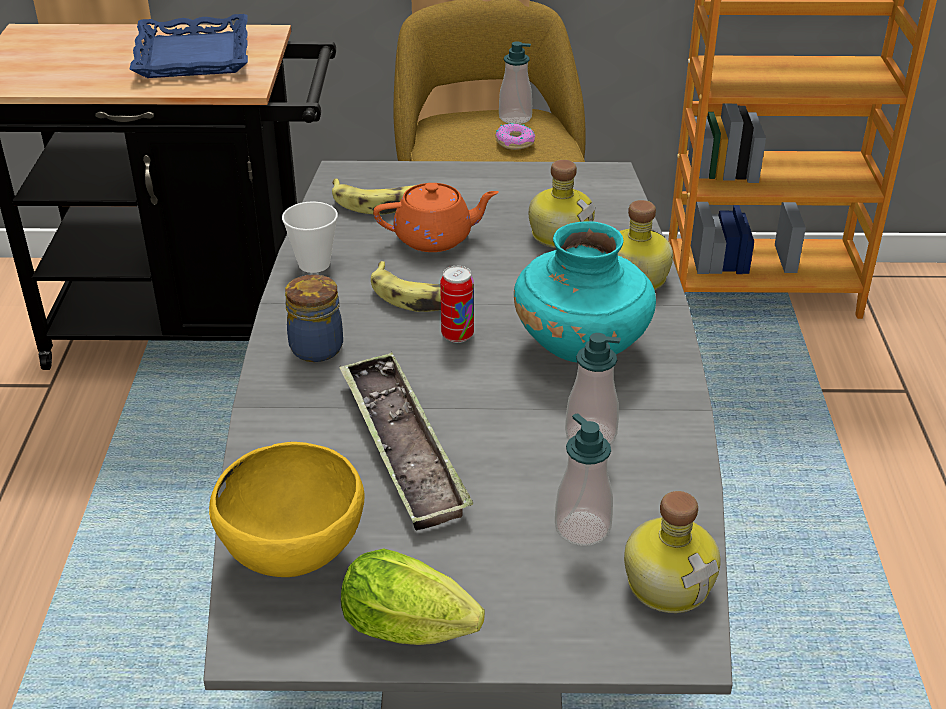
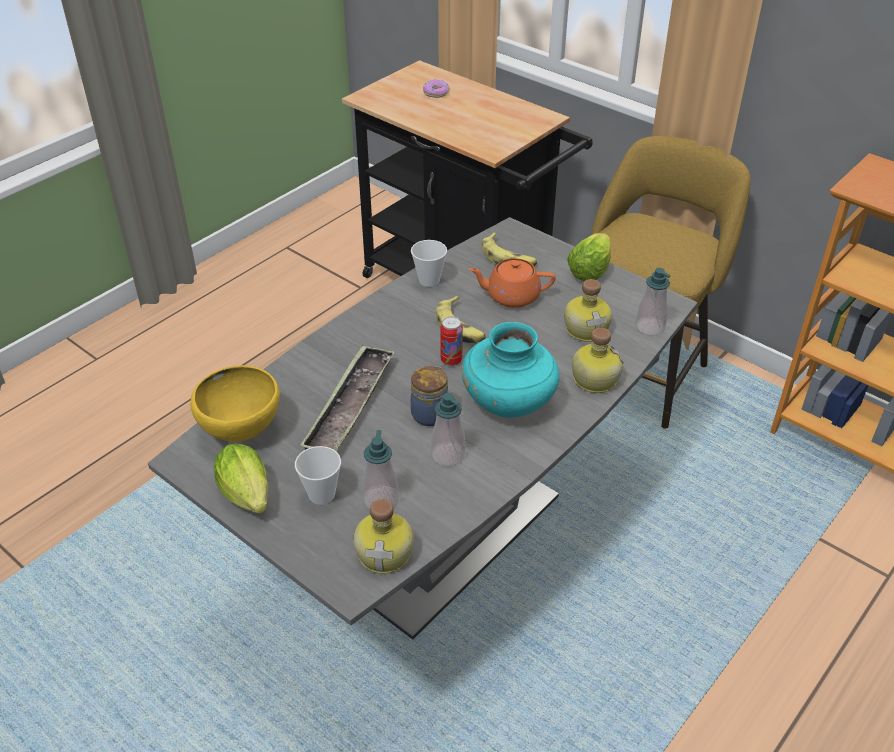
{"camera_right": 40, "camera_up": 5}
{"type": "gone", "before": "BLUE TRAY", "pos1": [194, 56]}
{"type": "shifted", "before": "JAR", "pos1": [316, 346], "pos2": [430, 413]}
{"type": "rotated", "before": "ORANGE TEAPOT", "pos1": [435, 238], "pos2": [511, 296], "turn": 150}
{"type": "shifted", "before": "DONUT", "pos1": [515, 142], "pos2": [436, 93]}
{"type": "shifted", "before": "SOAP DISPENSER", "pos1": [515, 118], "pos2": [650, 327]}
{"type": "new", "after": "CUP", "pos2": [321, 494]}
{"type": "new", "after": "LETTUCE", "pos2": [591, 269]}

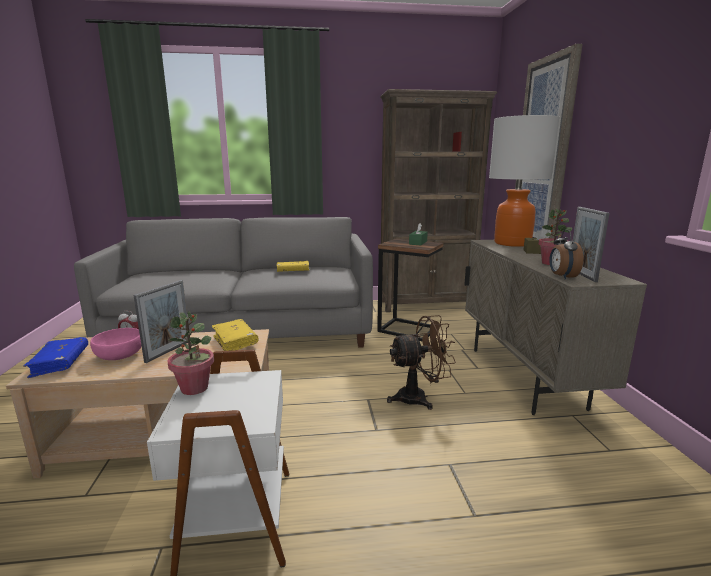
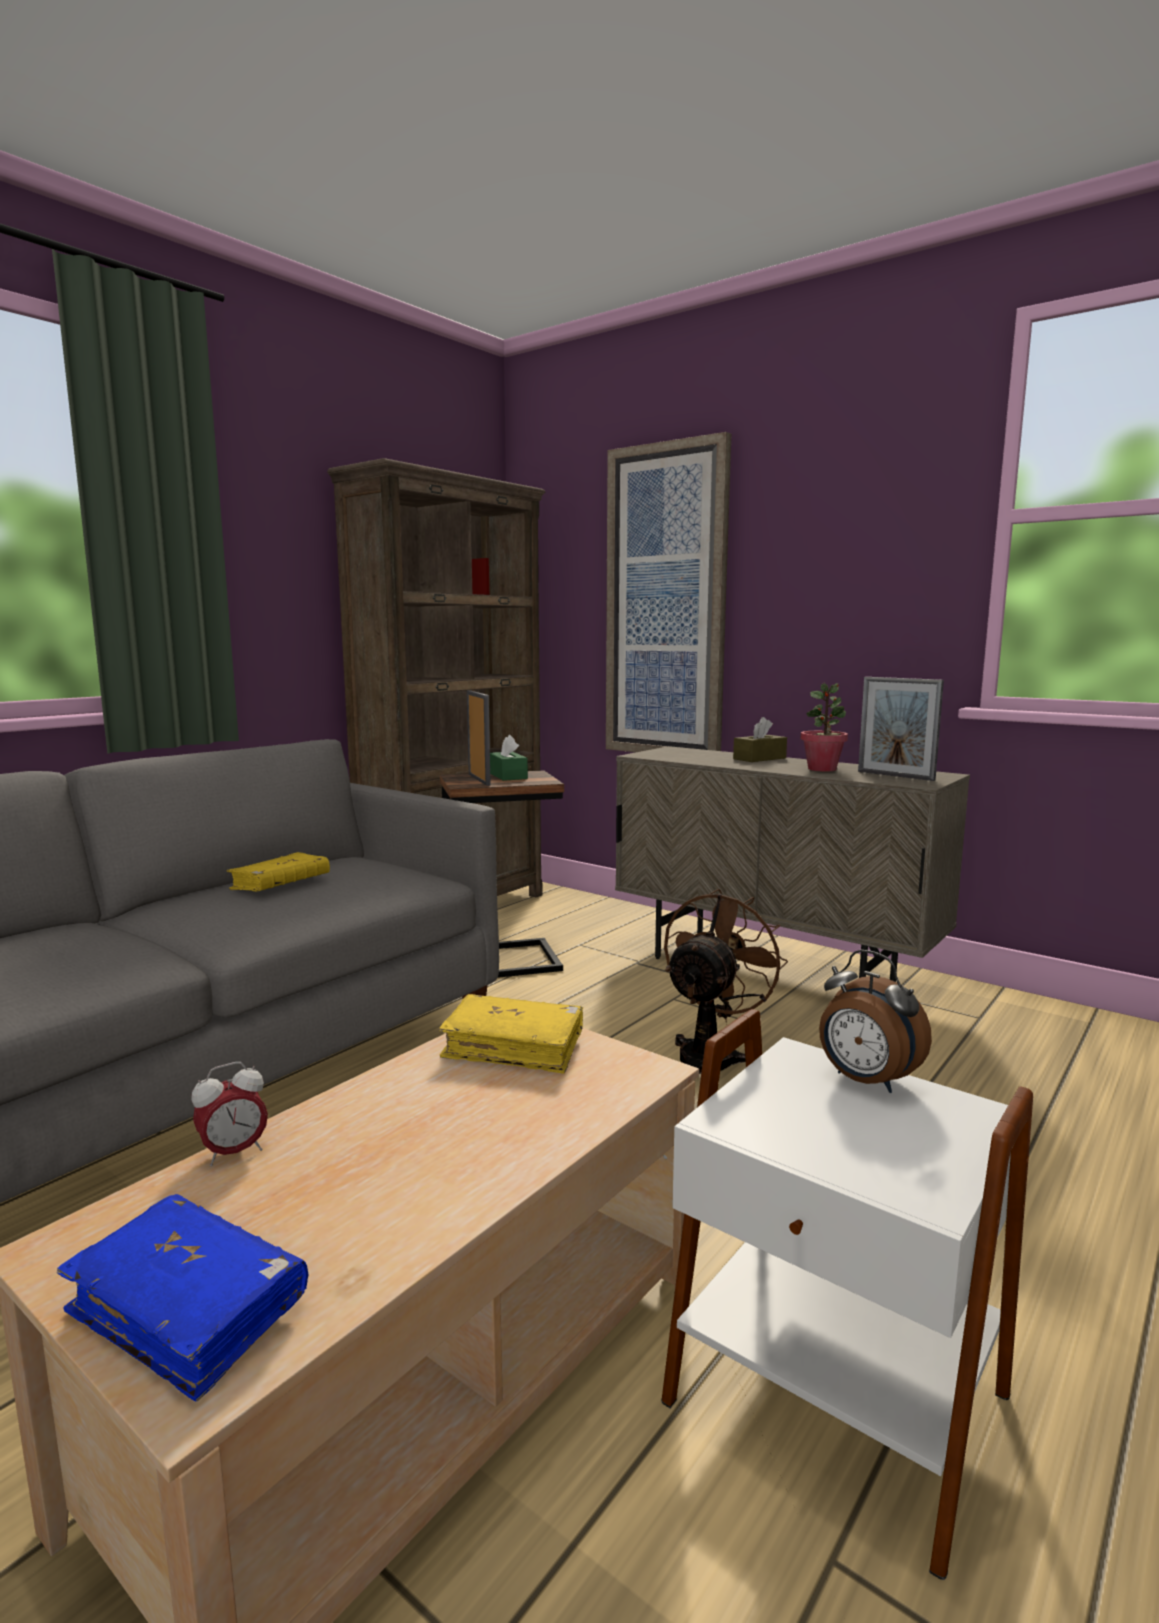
{"camera_right": -45, "camera_up": -5}
{"type": "gone", "before": "PINK BOWL", "pos1": [119, 355]}
{"type": "shifted", "before": "PICTURE FRAME", "pos1": [168, 351], "pos2": [479, 779]}
{"type": "gone", "before": "POTTED PLANT", "pos1": [195, 388]}
{"type": "gone", "before": "TABLE LAMP", "pos1": [512, 243]}
{"type": "shifted", "before": "ALARM CLOCK", "pos1": [561, 277], "pos2": [865, 1081]}

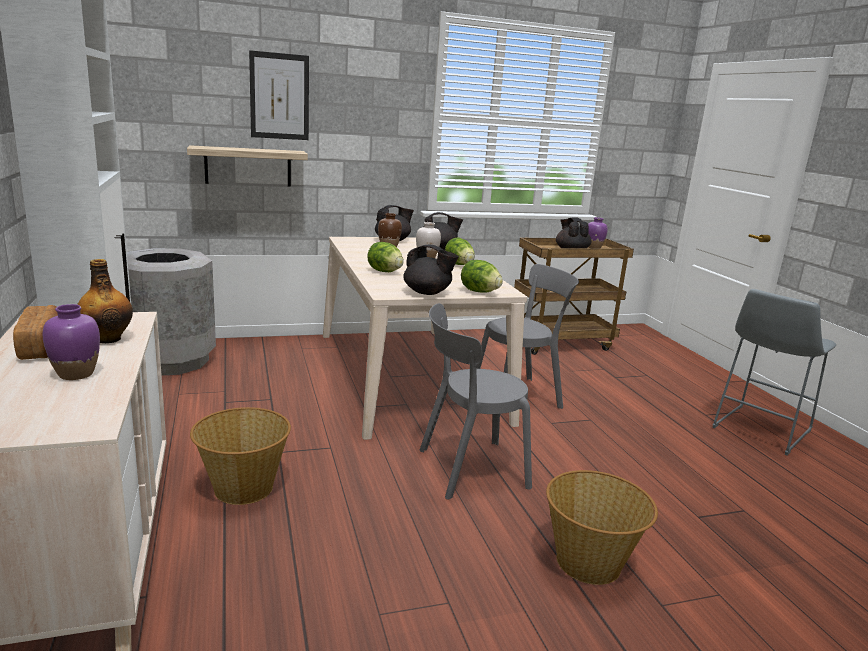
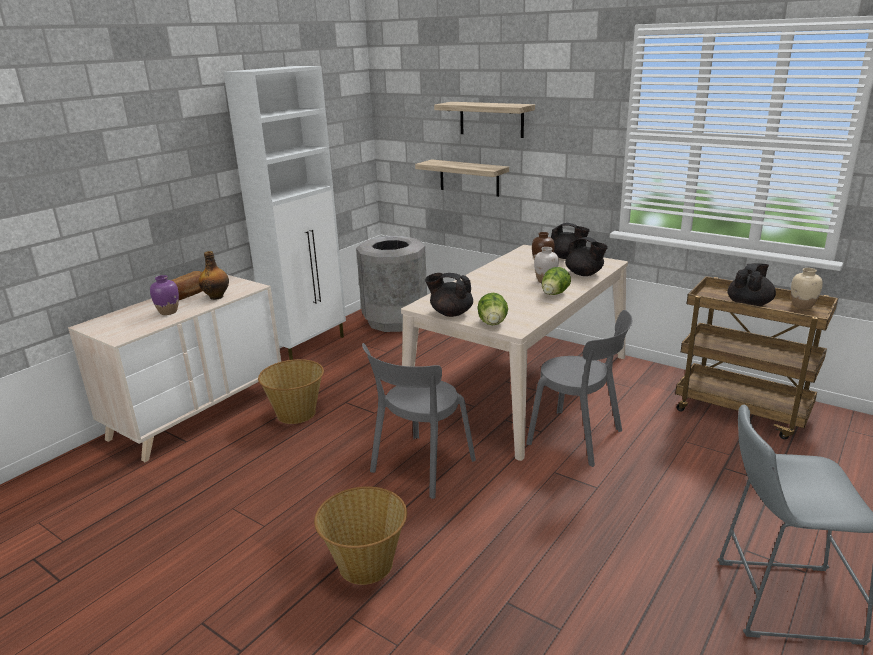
{"camera_right": 55, "camera_up": 5}
{"type": "swapped", "before": "PICTURE", "after": "SHELF", "pos1": [279, 96], "pos2": [491, 119]}
{"type": "gone", "before": "LETTUCE", "pos1": [385, 272]}
{"type": "rotated", "before": "BLACK TEAPOT", "pos1": [427, 293], "pos2": [451, 313], "turn": 120}
{"type": "rotated", "before": "GREY CHAIR", "pos1": [467, 469], "pos2": [420, 468], "turn": -90}
{"type": "repainted", "before": "PURPLE VASE", "after": "BEIGE VASE", "pos1": [594, 247], "pos2": [802, 306]}

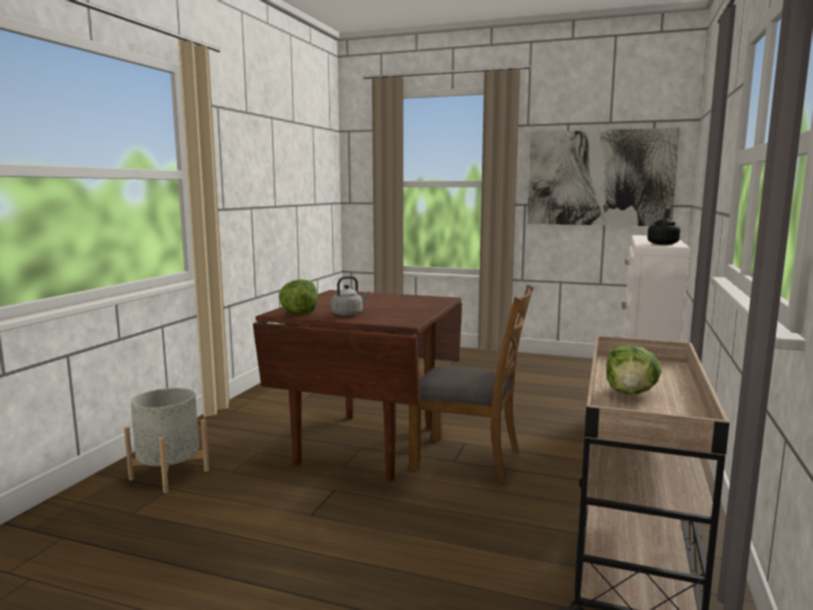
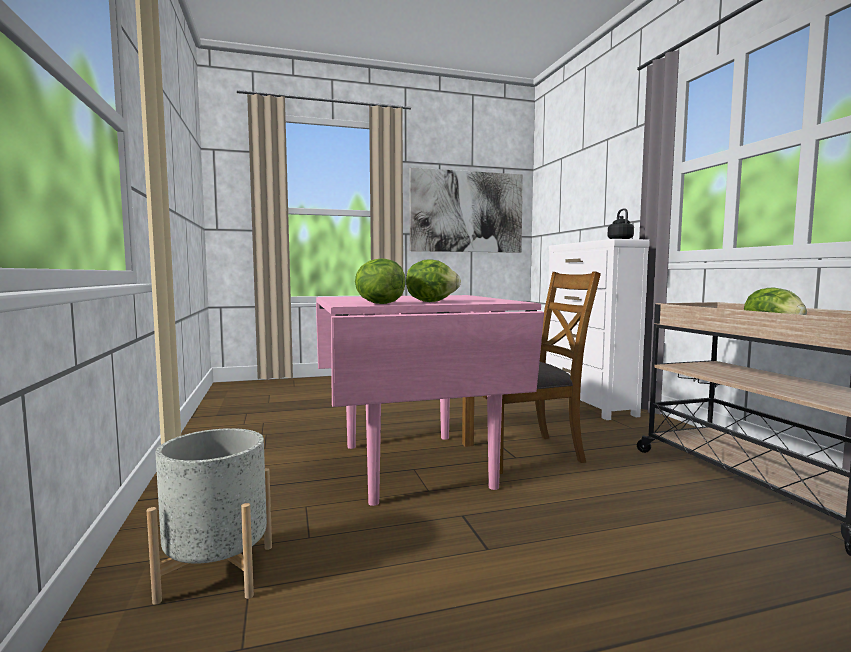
{"camera_right": -35, "camera_up": -5}
{"type": "repainted", "before": "BROWN DINING TABLE", "after": "PINK DINING TABLE", "pos1": [369, 445], "pos2": [416, 465]}
{"type": "swapped", "before": "GREY KETTLE", "after": "LETTUCE", "pos1": [349, 314], "pos2": [431, 302]}

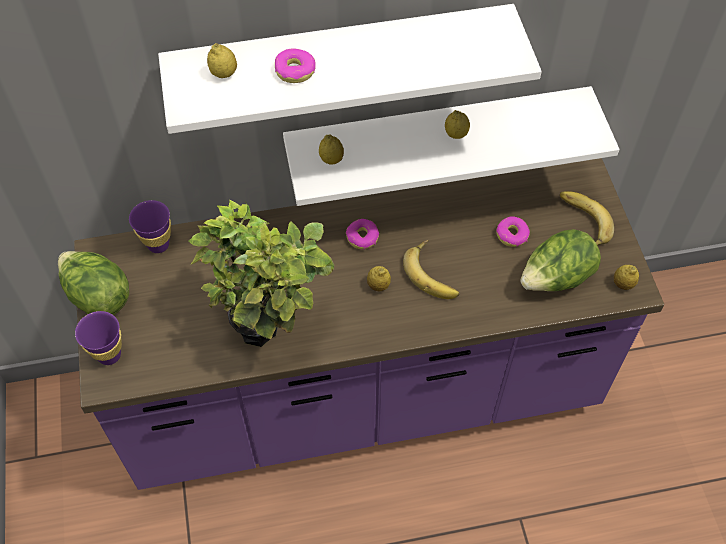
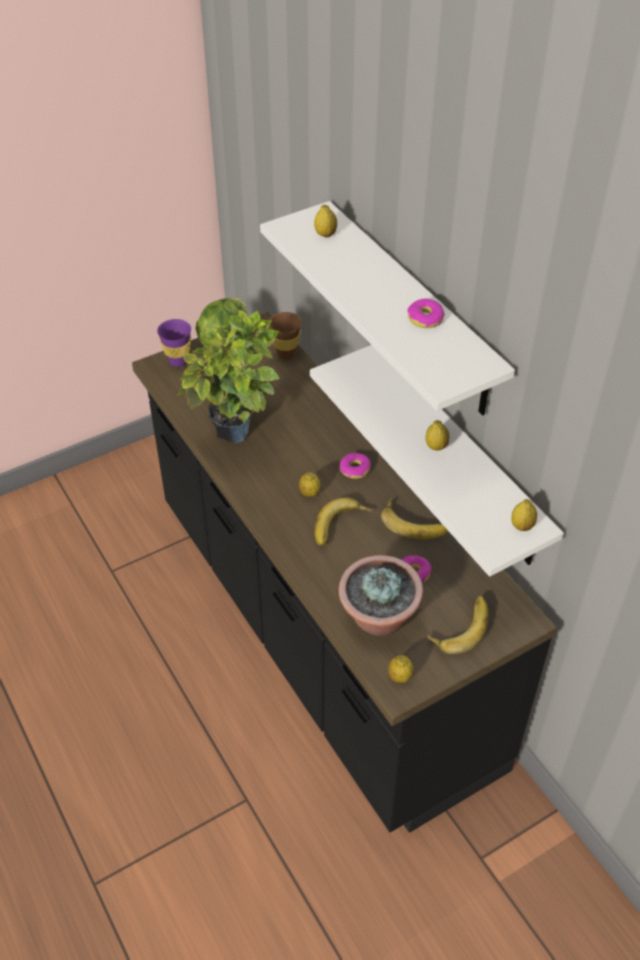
{"camera_right": 70, "camera_up": -10}
{"type": "repainted", "before": "PURPLE COUNTER", "after": "BLACK COUNTER", "pos1": [363, 396], "pos2": [320, 633]}
{"type": "repainted", "before": "PURPLE CUP", "after": "BROWN CUP", "pos1": [158, 244], "pos2": [286, 354]}
{"type": "shifted", "before": "DONUT", "pos1": [295, 71], "pos2": [425, 319]}
{"type": "shifted", "before": "LEMON", "pos1": [331, 159], "pos2": [522, 526]}
{"type": "swapped", "before": "LETTUCE", "after": "POTTED PLANT", "pos1": [555, 279], "pos2": [378, 619]}
{"type": "new", "after": "BANANA", "pos2": [415, 522]}

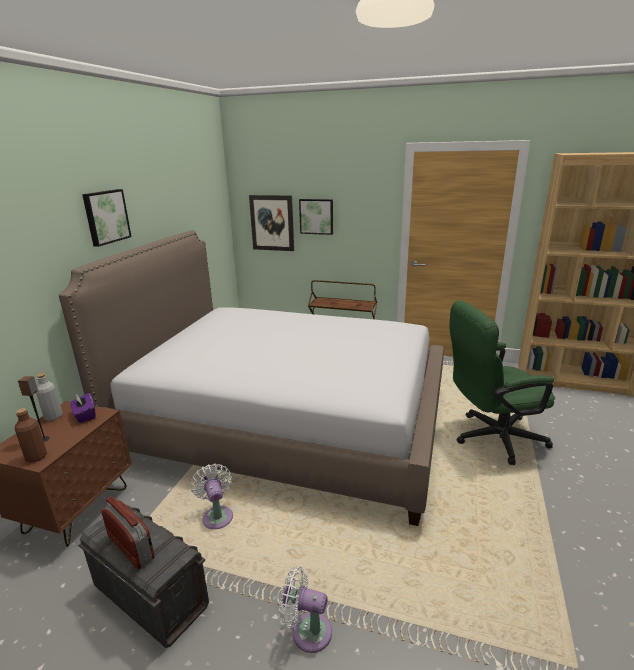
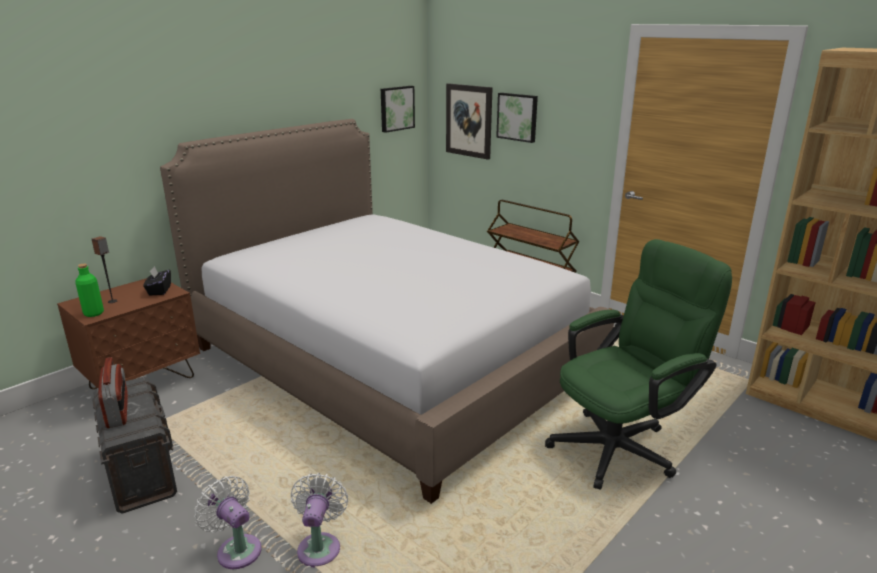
{"camera_right": 25, "camera_up": 0}
{"type": "repainted", "before": "BROWN BOTTLE", "after": "GREEN BOTTLE", "pos1": [36, 457], "pos2": [93, 313]}
{"type": "gone", "before": "GREY BOTTLE", "pos1": [53, 416]}
{"type": "repainted", "before": "PURPLE TISSUE BOX", "after": "BLACK TISSUE BOX", "pos1": [85, 415], "pos2": [159, 290]}
{"type": "shifted", "before": "PICTURE", "pos1": [106, 217], "pos2": [396, 108]}
{"type": "shifted", "before": "WHITE FAN", "pos1": [217, 515], "pos2": [320, 546]}
{"type": "rotated", "before": "GREEN OFFICE CHAIR", "pos1": [491, 438], "pos2": [622, 445], "turn": 135}

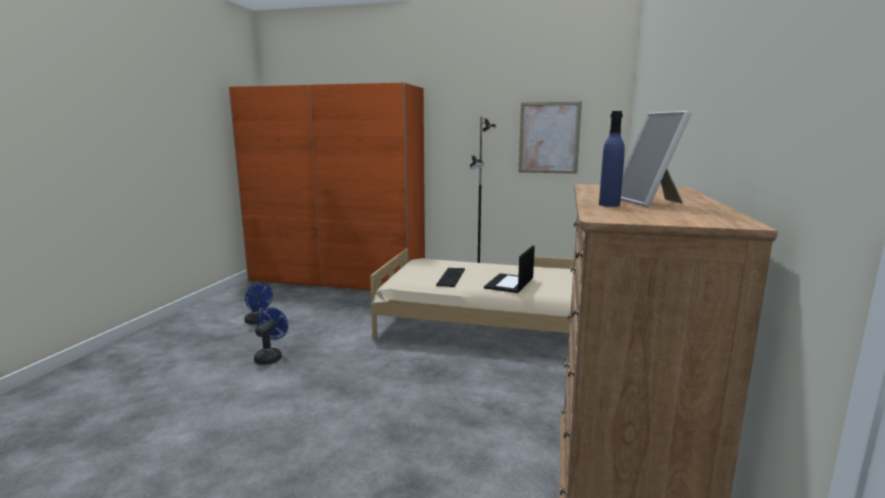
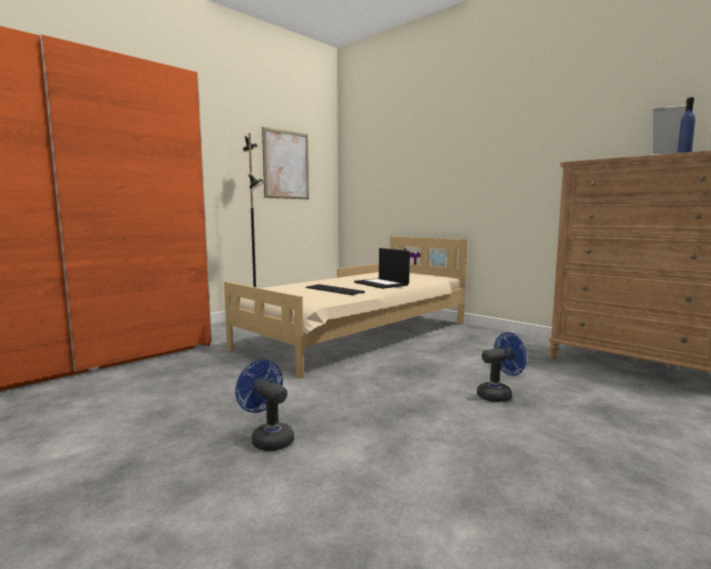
{"camera_right": -60, "camera_up": -5}
{"type": "shifted", "before": "BLUE FAN", "pos1": [258, 321], "pos2": [499, 395]}

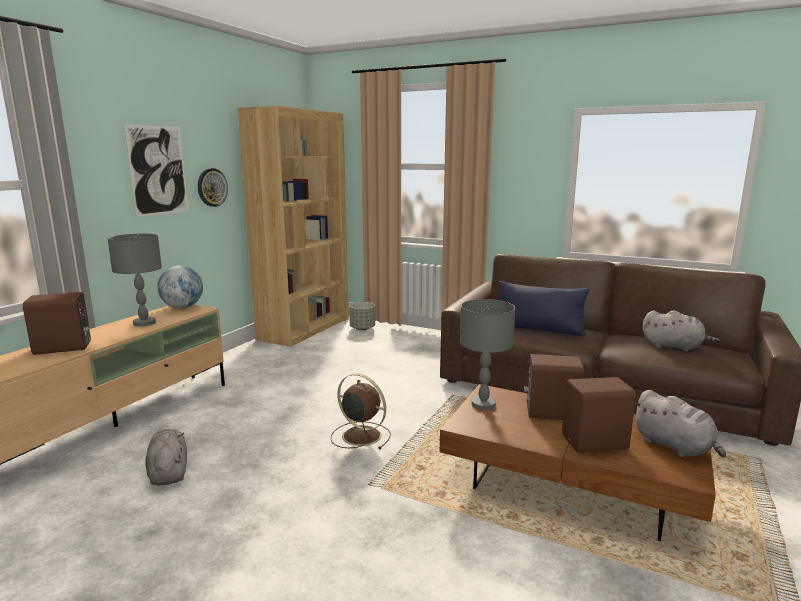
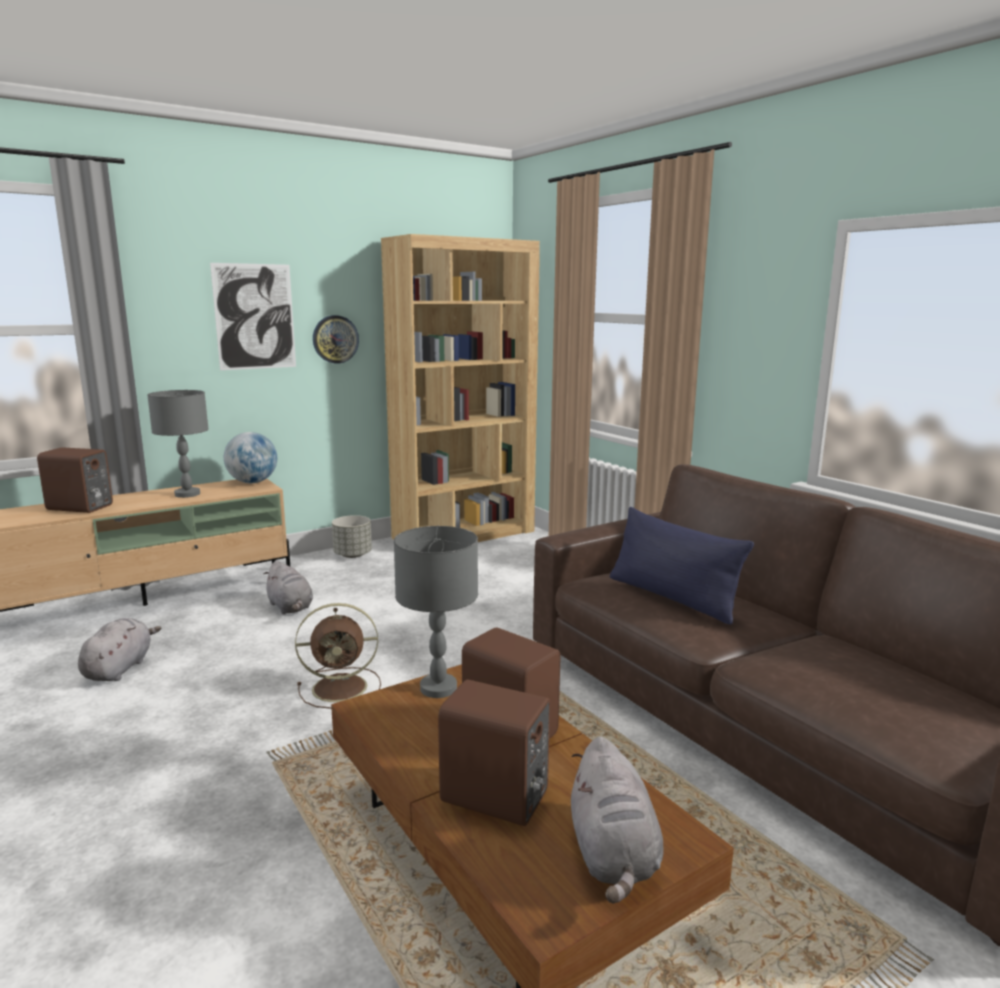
{"camera_right": 30, "camera_up": 0}
{"type": "rotated", "before": "BROWN FAN", "pos1": [360, 435], "pos2": [342, 687], "turn": 105}
{"type": "shifted", "before": "GREY PLANTER", "pos1": [362, 328], "pos2": [353, 555]}
{"type": "shifted", "before": "GREY PLUSH TOY", "pos1": [674, 347], "pos2": [290, 607]}

